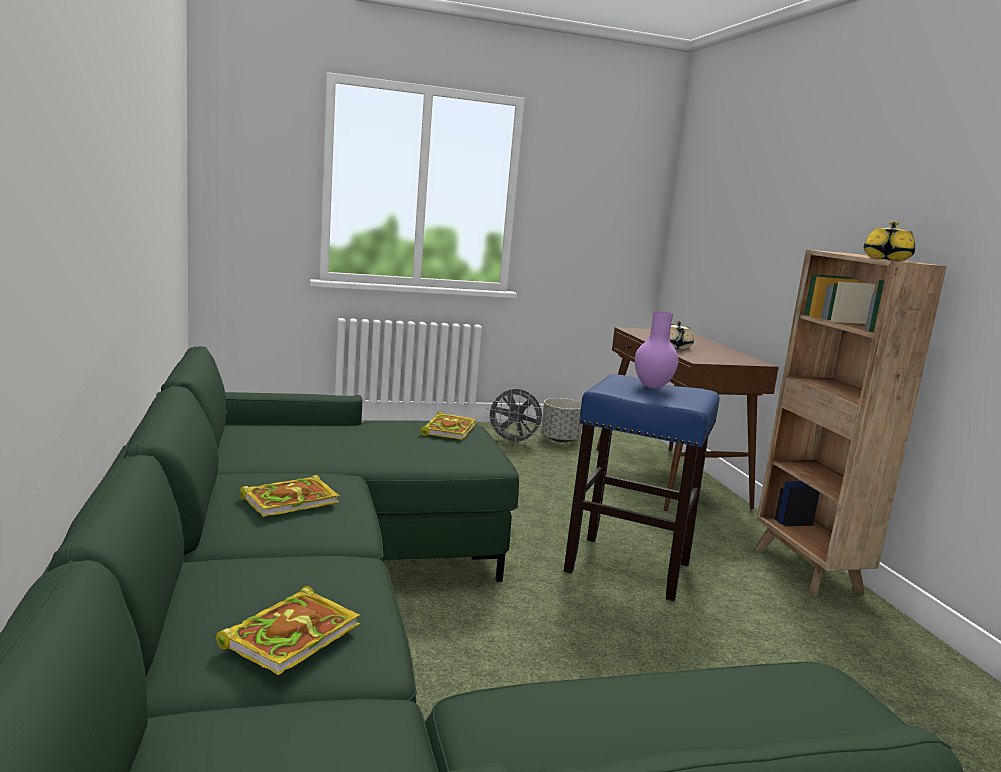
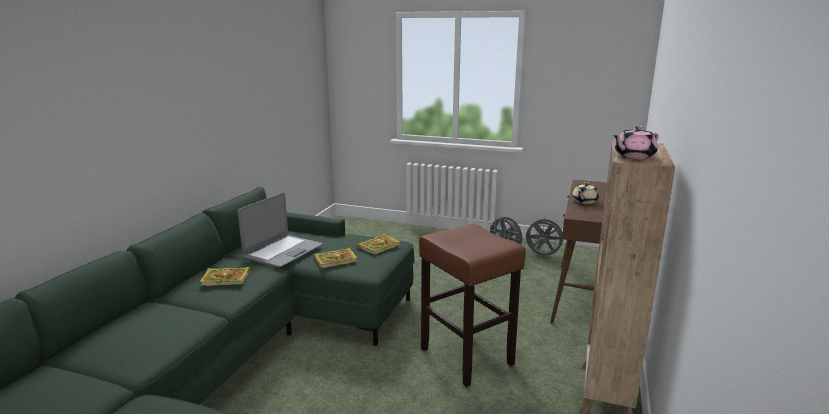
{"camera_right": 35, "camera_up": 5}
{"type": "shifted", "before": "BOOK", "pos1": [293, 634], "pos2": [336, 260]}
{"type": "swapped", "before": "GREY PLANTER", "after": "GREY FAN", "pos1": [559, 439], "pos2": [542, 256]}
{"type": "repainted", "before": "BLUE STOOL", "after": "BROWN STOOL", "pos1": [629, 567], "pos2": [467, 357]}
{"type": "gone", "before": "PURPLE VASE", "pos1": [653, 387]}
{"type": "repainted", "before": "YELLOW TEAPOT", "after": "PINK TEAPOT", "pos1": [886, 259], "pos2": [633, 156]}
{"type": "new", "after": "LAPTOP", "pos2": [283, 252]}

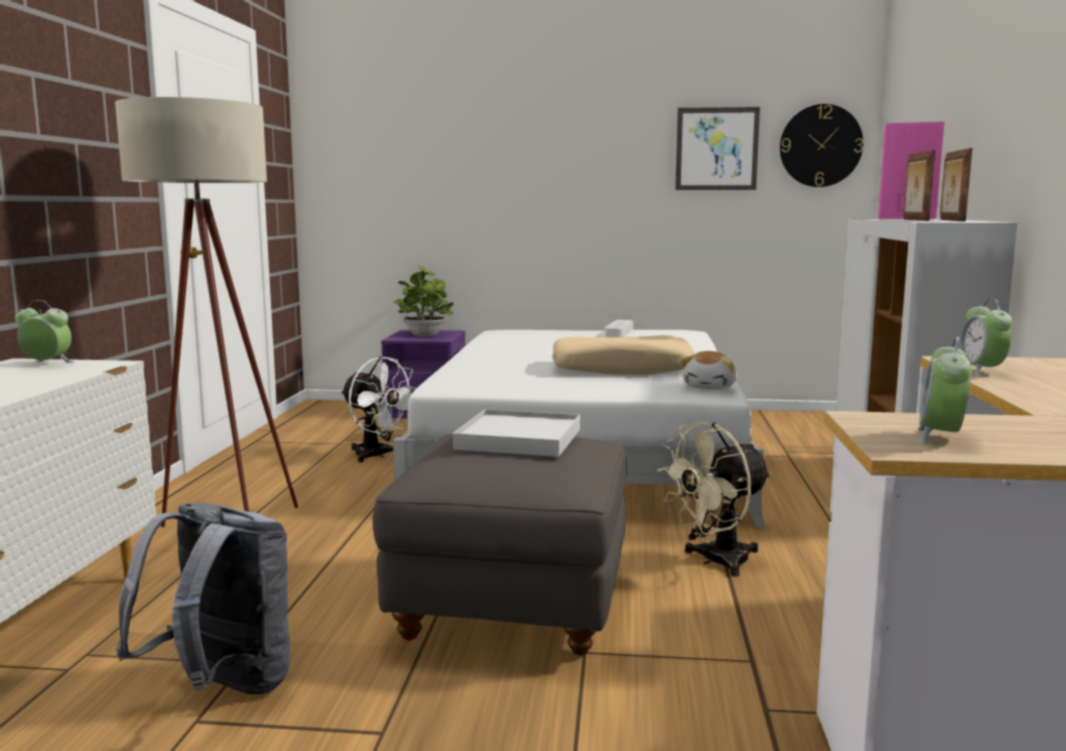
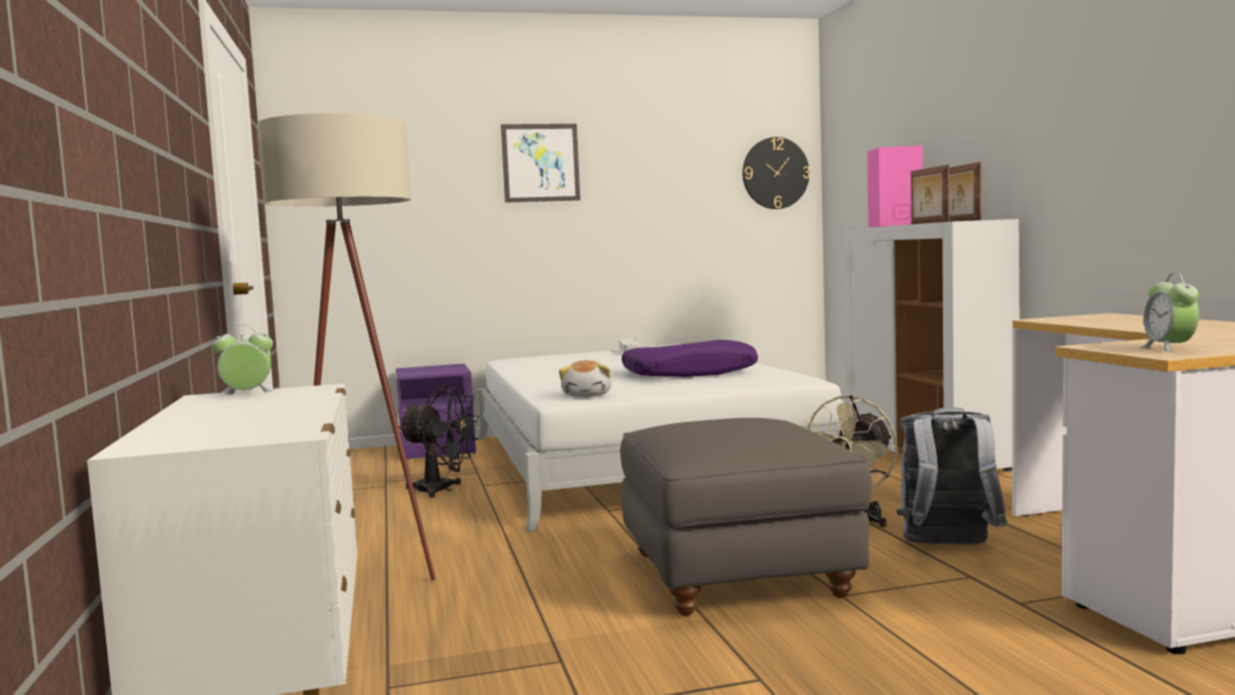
{"camera_right": -20, "camera_up": -5}
{"type": "shifted", "before": "GREY BACKPACK", "pos1": [222, 689], "pos2": [948, 547]}
{"type": "repainted", "before": "WHITE FAN", "after": "BLACK FAN", "pos1": [377, 456], "pos2": [442, 490]}
{"type": "gone", "before": "POTTED PLANT", "pos1": [424, 334]}
{"type": "gone", "before": "WHITE TRAY", "pos1": [519, 439]}
{"type": "repainted", "before": "BEIGE PILLOW", "after": "PURPLE PILLOW", "pos1": [622, 369], "pos2": [689, 373]}
{"type": "shifted", "before": "PICTURE", "pos1": [716, 149], "pos2": [540, 163]}
{"type": "shifted", "before": "PLUSH TOY", "pos1": [710, 387], "pos2": [588, 395]}
{"type": "gone", "before": "ALARM CLOCK", "pos1": [981, 371]}

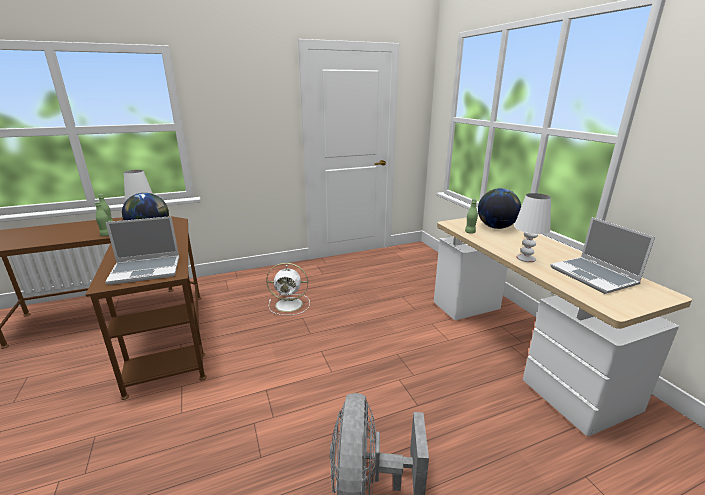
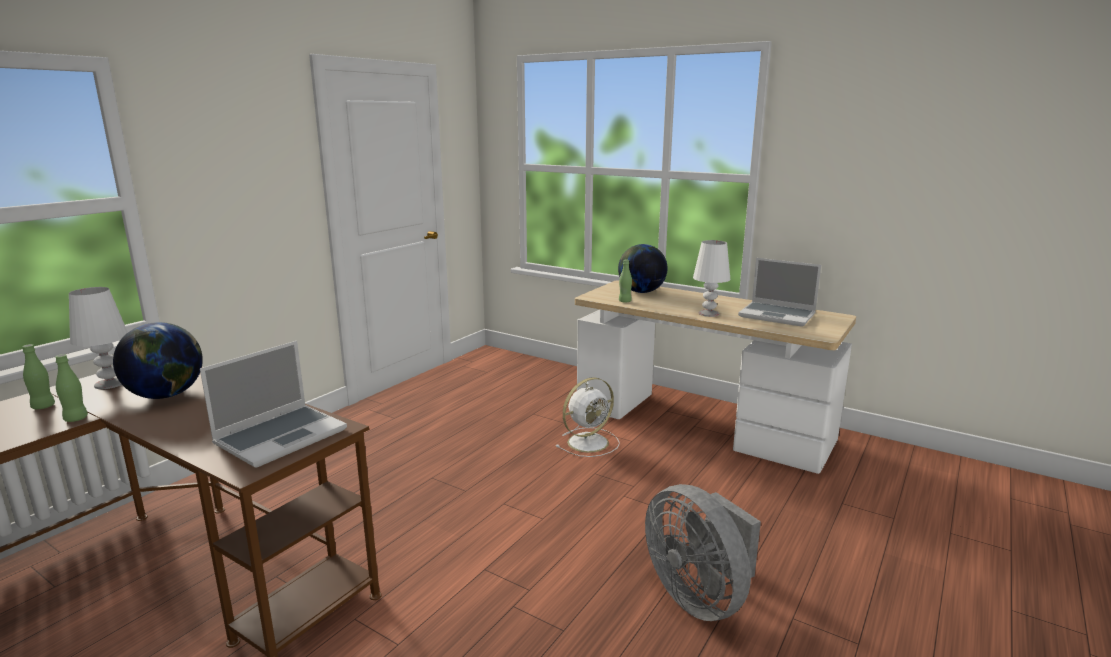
{"camera_right": -35, "camera_up": -5}
{"type": "shifted", "before": "WHITE FAN", "pos1": [290, 304], "pos2": [589, 442]}

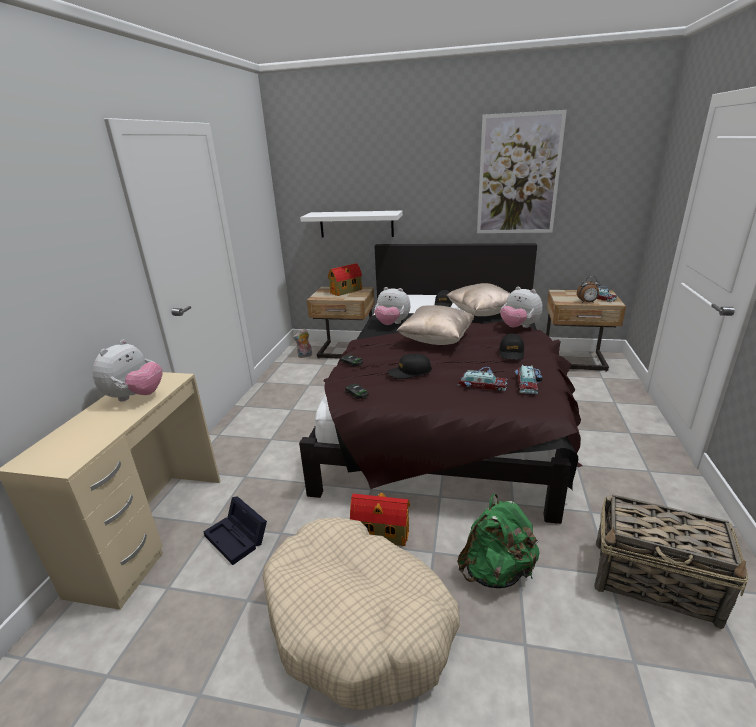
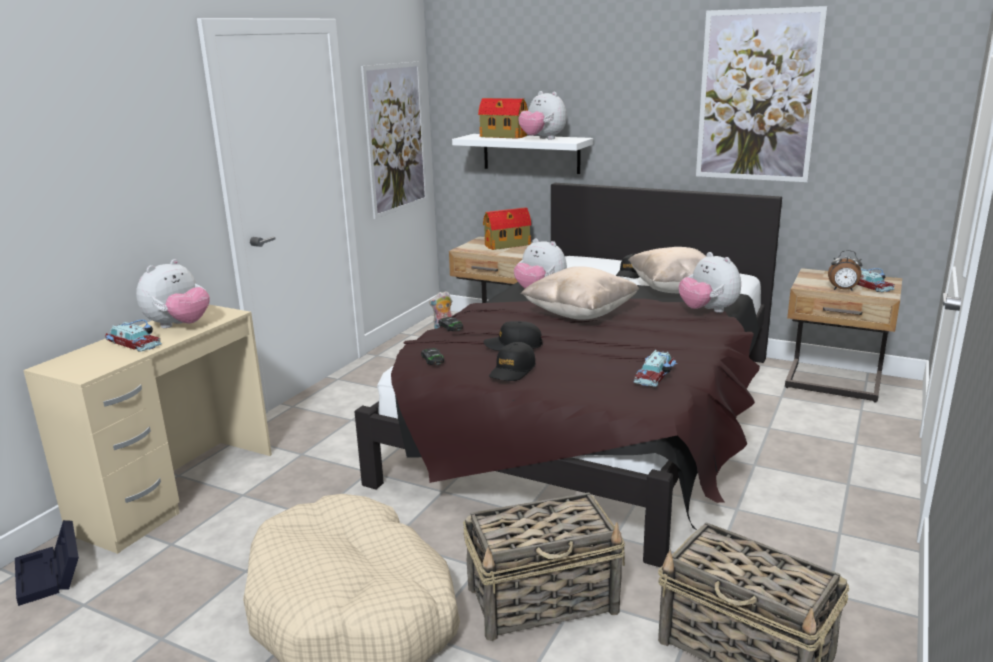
{"camera_right": 15, "camera_up": -5}
{"type": "shifted", "before": "BLACK STORAGE BOX", "pos1": [238, 538], "pos2": [51, 575]}
{"type": "shifted", "before": "TOY HOUSE", "pos1": [380, 532], "pos2": [502, 136]}
{"type": "swapped", "before": "GREEN BACKPACK", "after": "BASKET", "pos1": [496, 571], "pos2": [544, 600]}
{"type": "shifted", "before": "TOY CAR", "pos1": [482, 385], "pos2": [134, 343]}
{"type": "shifted", "before": "BLACK CAP", "pos1": [511, 352], "pos2": [512, 370]}
{"type": "new", "after": "PICTURE", "pos2": [396, 138]}
{"type": "new", "after": "PLUSH TOY", "pos2": [542, 139]}

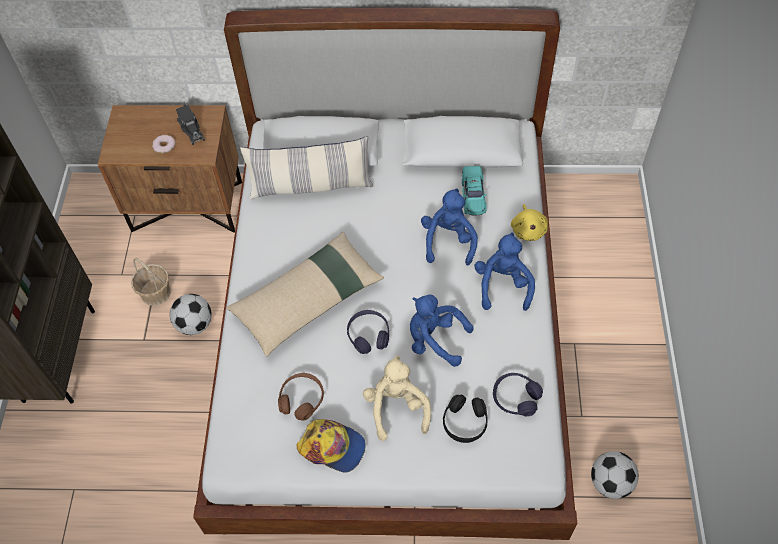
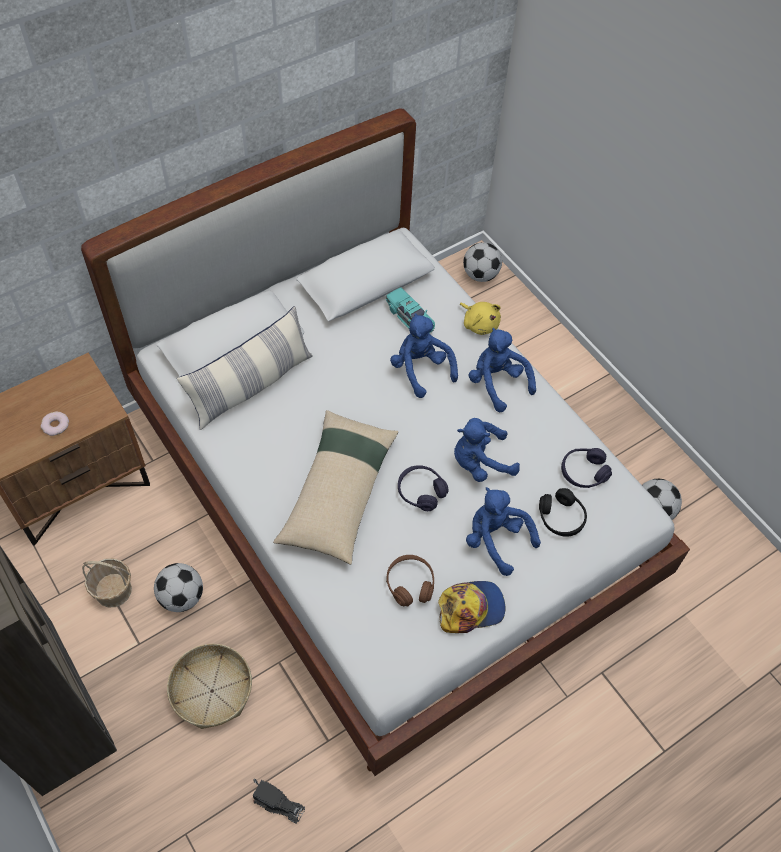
{"camera_right": -40, "camera_up": 0}
{"type": "shifted", "before": "TOY TRUCK", "pos1": [191, 129], "pos2": [277, 803]}
{"type": "repainted", "before": "BEIGE PLUSH TOY", "after": "BLUE PLUSH TOY", "pos1": [397, 408], "pos2": [496, 540]}
{"type": "new", "after": "BASKET", "pos2": [212, 690]}
{"type": "new", "after": "FOOTBALL", "pos2": [481, 275]}

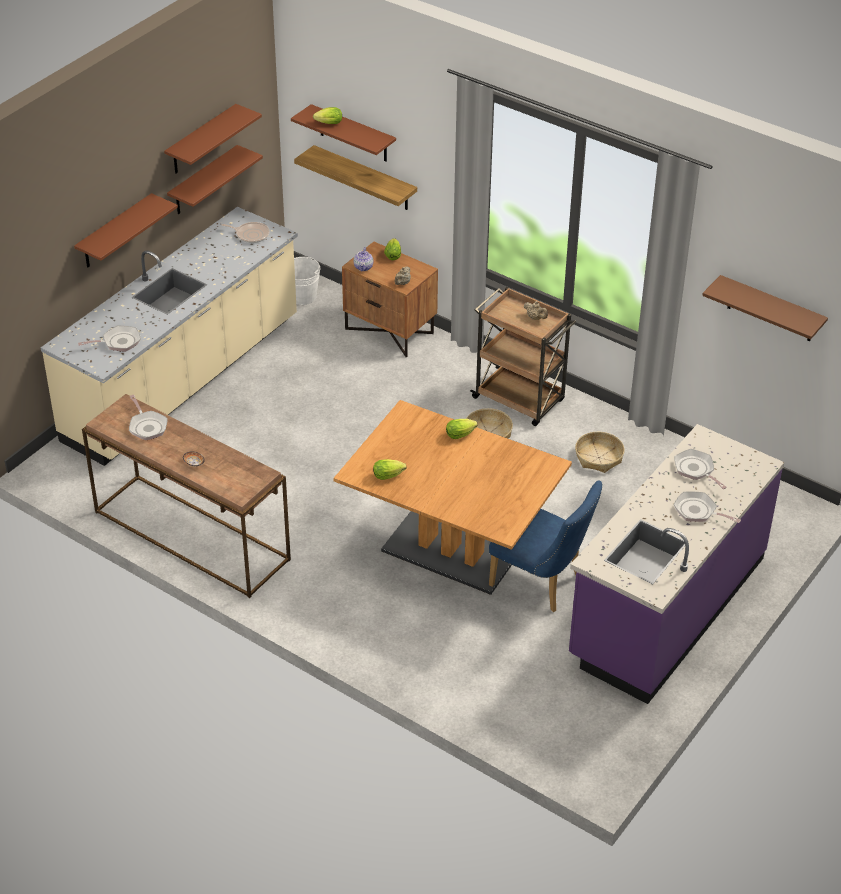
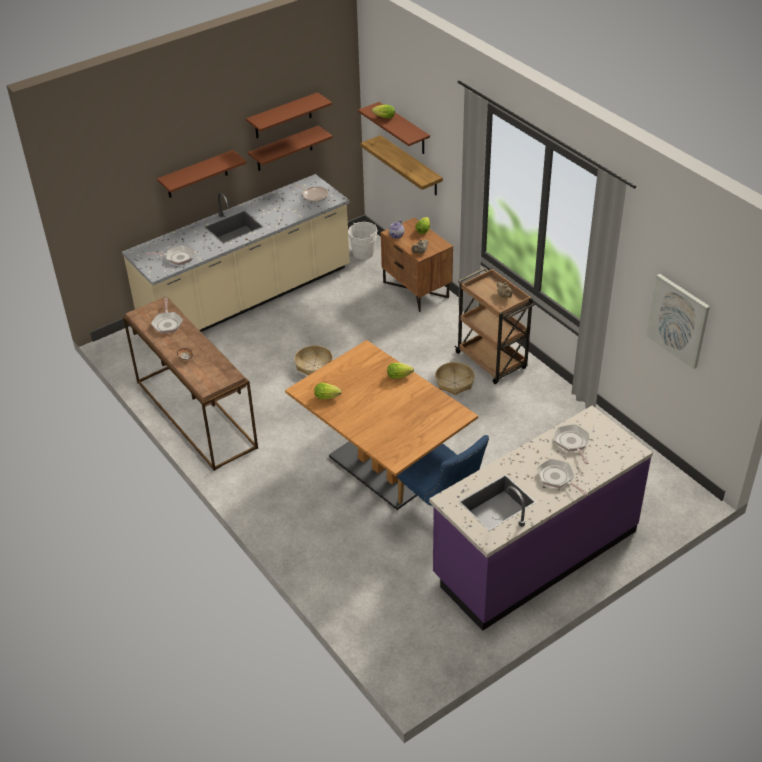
{"camera_right": 20, "camera_up": 0}
{"type": "shifted", "before": "BASKET", "pos1": [599, 458], "pos2": [314, 365]}
{"type": "swapped", "before": "BROWN SHELF", "after": "PICTURE", "pos1": [771, 309], "pos2": [678, 320]}

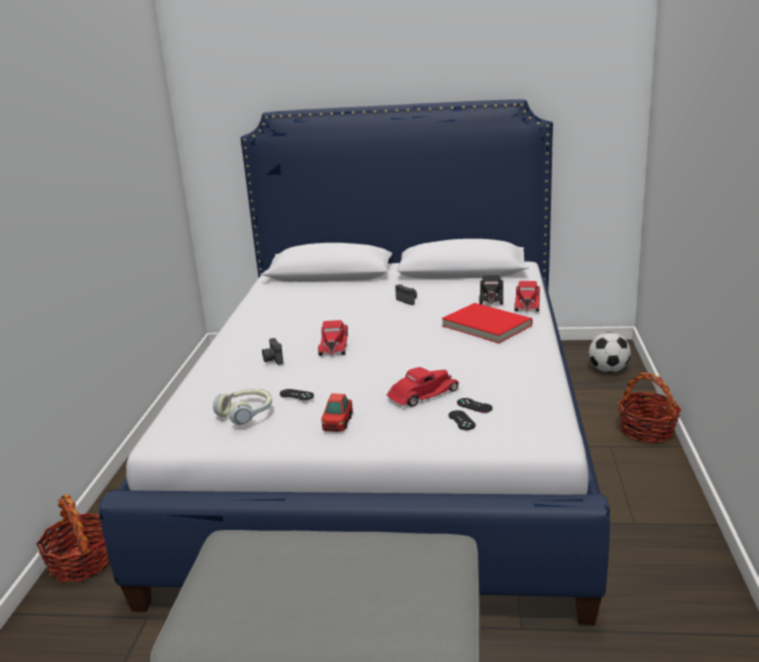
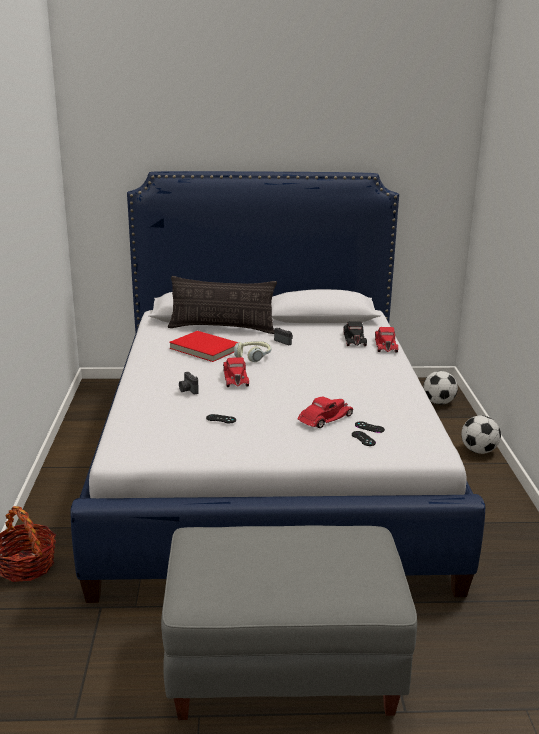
{"camera_right": -10, "camera_up": 0}
{"type": "shifted", "before": "HEADPHONES", "pos1": [246, 413], "pos2": [253, 356]}
{"type": "gone", "before": "TOY CAR", "pos1": [337, 423]}
{"type": "shifted", "before": "RED BOOK", "pos1": [485, 326], "pos2": [204, 349]}
{"type": "swapped", "before": "BASKET", "after": "FOOTBALL", "pos1": [647, 430], "pos2": [478, 451]}
{"type": "new", "after": "PILLOW", "pos2": [222, 328]}

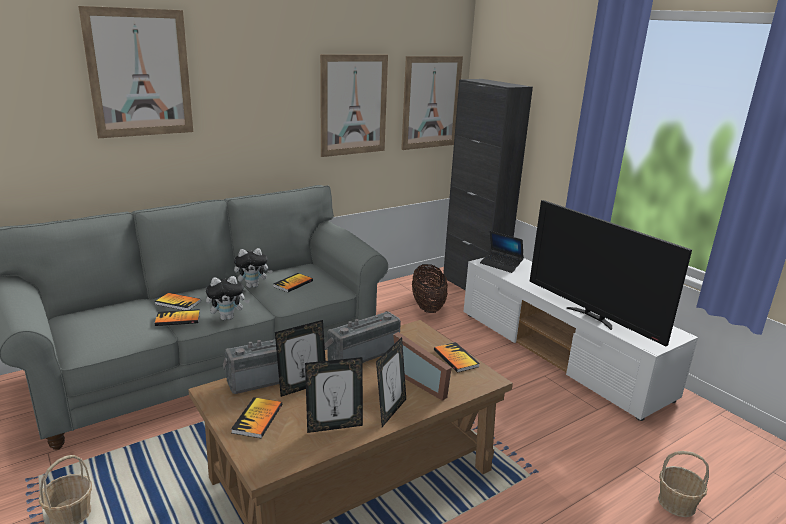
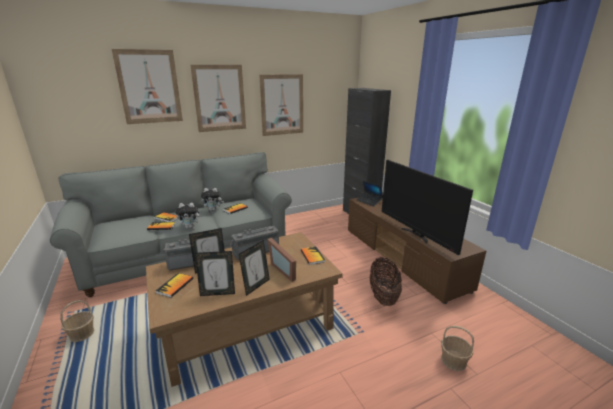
{"camera_right": 10, "camera_up": 0}
{"type": "shifted", "before": "PICTURE", "pos1": [431, 102], "pos2": [219, 98]}
{"type": "shifted", "before": "BASKET", "pos1": [428, 306], "pos2": [383, 296]}
{"type": "repainted", "before": "WHITE TV STAND", "after": "BROWN TV STAND", "pos1": [561, 354], "pos2": [403, 258]}

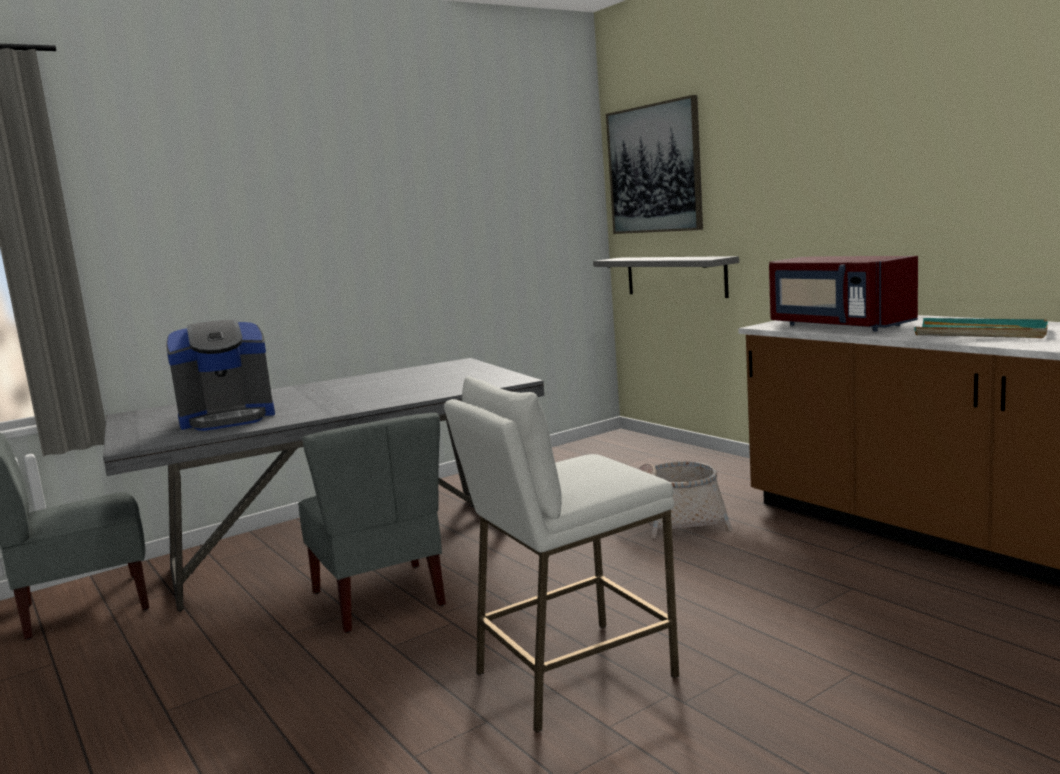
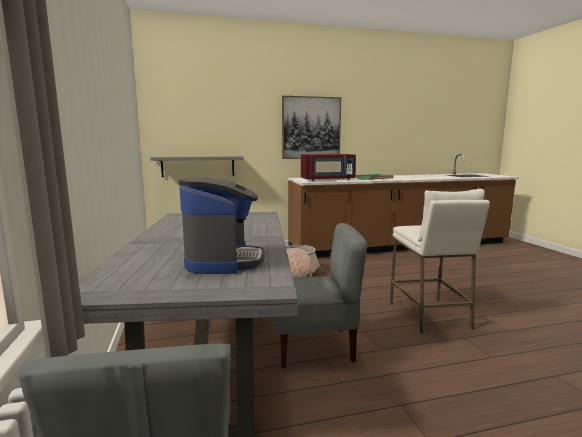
{"camera_right": -70, "camera_up": 0}
{"type": "shifted", "before": "PICTURE", "pos1": [654, 169], "pos2": [311, 128]}

